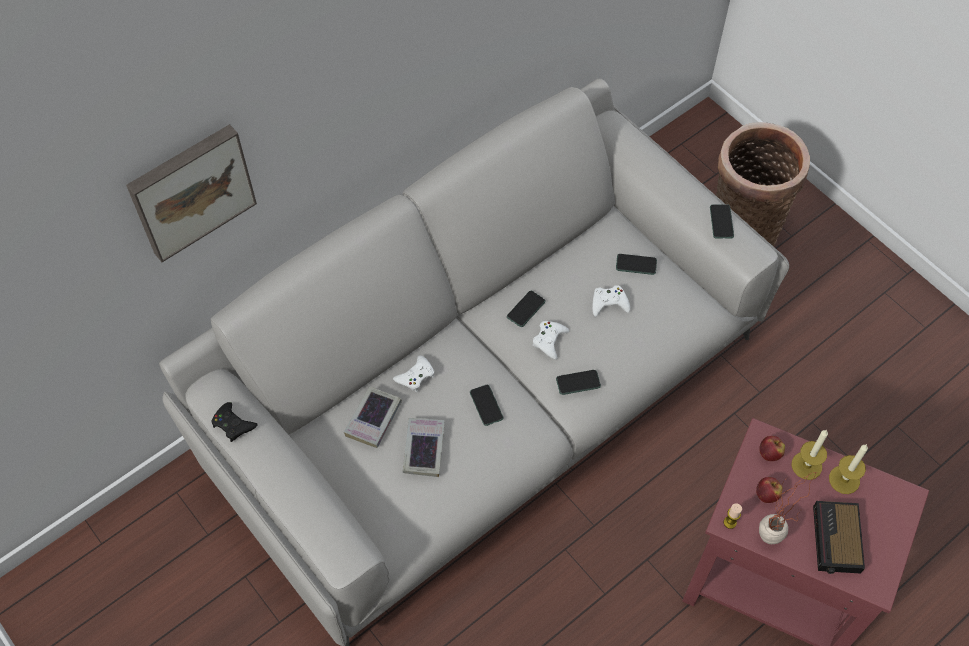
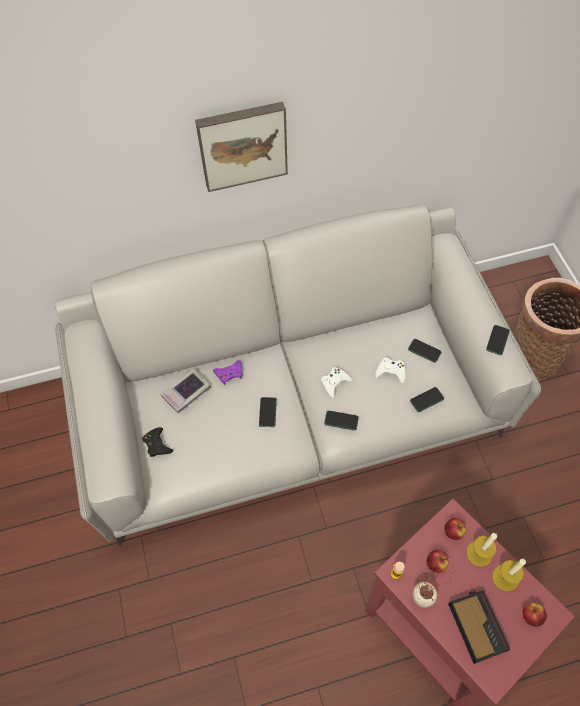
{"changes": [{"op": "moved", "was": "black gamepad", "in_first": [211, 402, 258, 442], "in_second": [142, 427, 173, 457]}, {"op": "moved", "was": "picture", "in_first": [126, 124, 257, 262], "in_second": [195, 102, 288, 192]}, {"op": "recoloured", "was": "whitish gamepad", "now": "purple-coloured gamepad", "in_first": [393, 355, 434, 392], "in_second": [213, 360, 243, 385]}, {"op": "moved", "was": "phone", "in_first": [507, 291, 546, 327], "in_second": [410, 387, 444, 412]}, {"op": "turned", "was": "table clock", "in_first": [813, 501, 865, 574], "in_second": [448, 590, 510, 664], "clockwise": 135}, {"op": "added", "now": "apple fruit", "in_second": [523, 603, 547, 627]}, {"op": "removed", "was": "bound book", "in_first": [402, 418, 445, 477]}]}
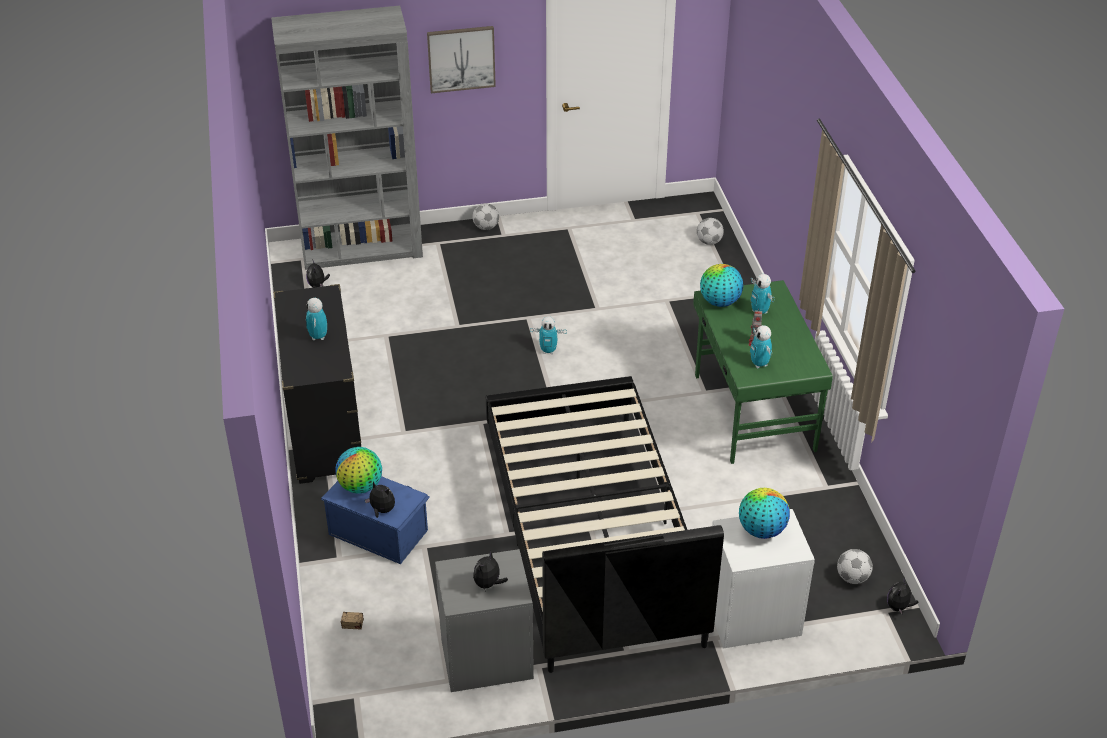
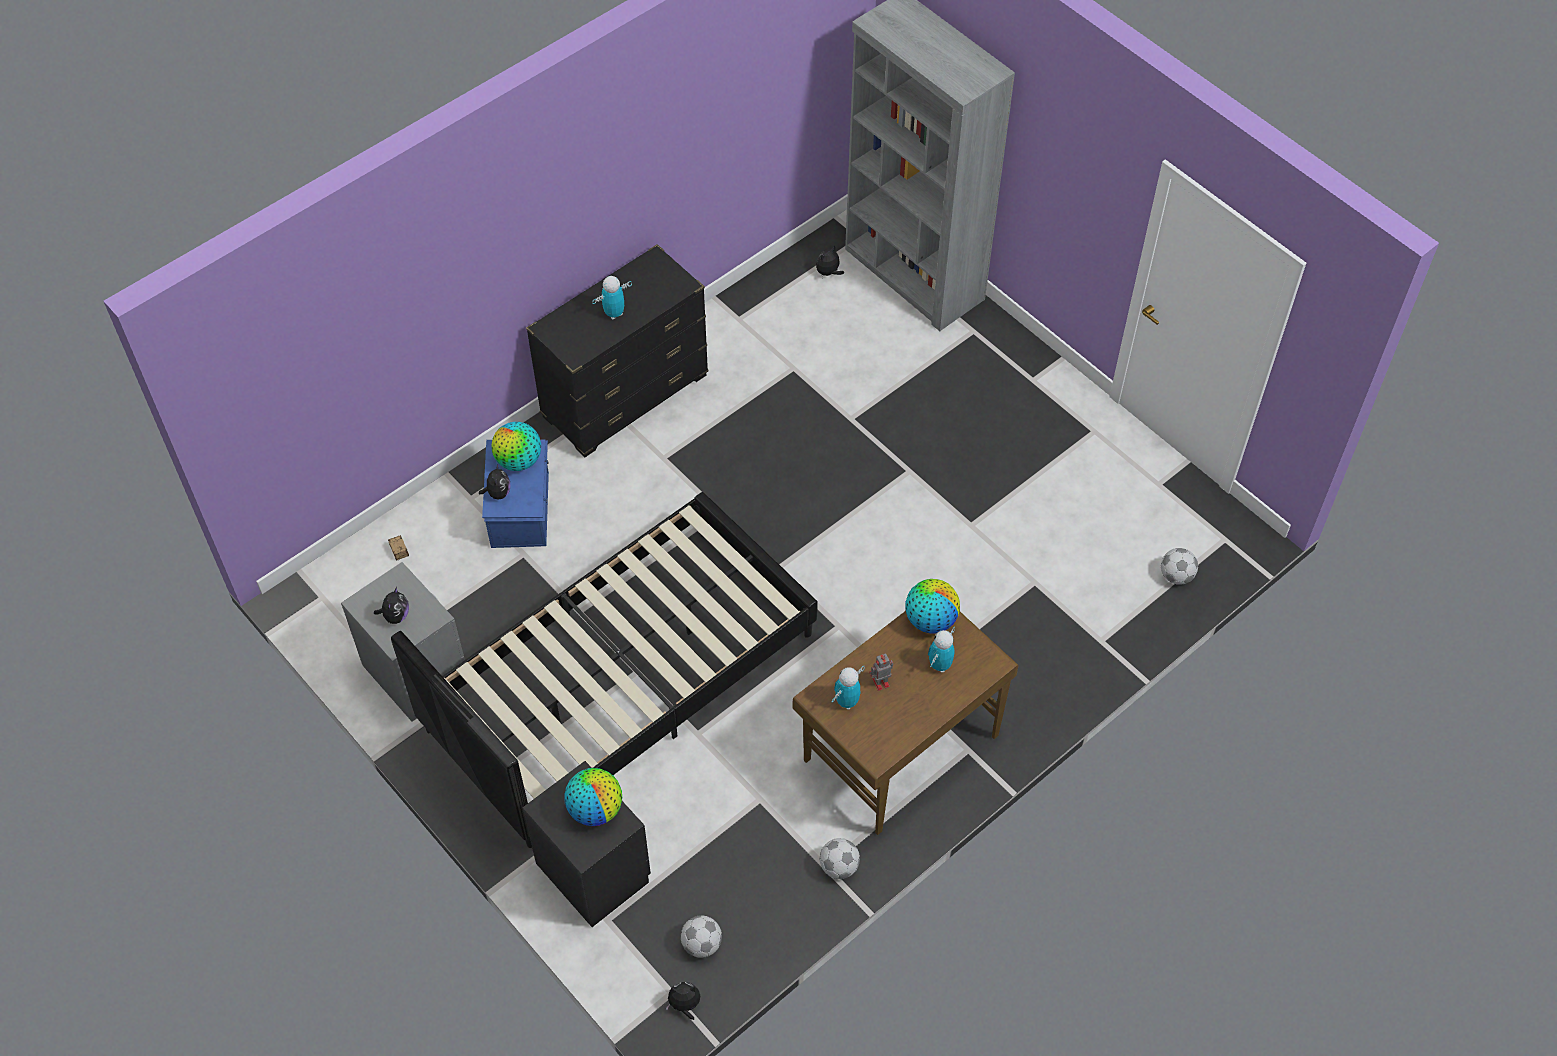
{"changes": [{"op": "turned", "was": "soft toy", "in_first": [473, 552, 508, 592], "in_second": [374, 587, 409, 624], "clockwise": 105}, {"op": "recoloured", "was": "whitish night table", "now": "black night table", "in_first": [712, 509, 815, 648], "in_second": [522, 761, 651, 927]}, {"op": "recoloured", "was": "green-coloured desk", "now": "brown-coloured desk", "in_first": [693, 280, 833, 464], "in_second": [793, 611, 1019, 835]}, {"op": "moved", "was": "ball for football", "in_first": [472, 203, 499, 230], "in_second": [820, 838, 860, 879]}, {"op": "removed", "was": "picture", "in_first": [427, 26, 496, 93]}, {"op": "removed", "was": "model robot", "in_first": [530, 316, 567, 354]}]}
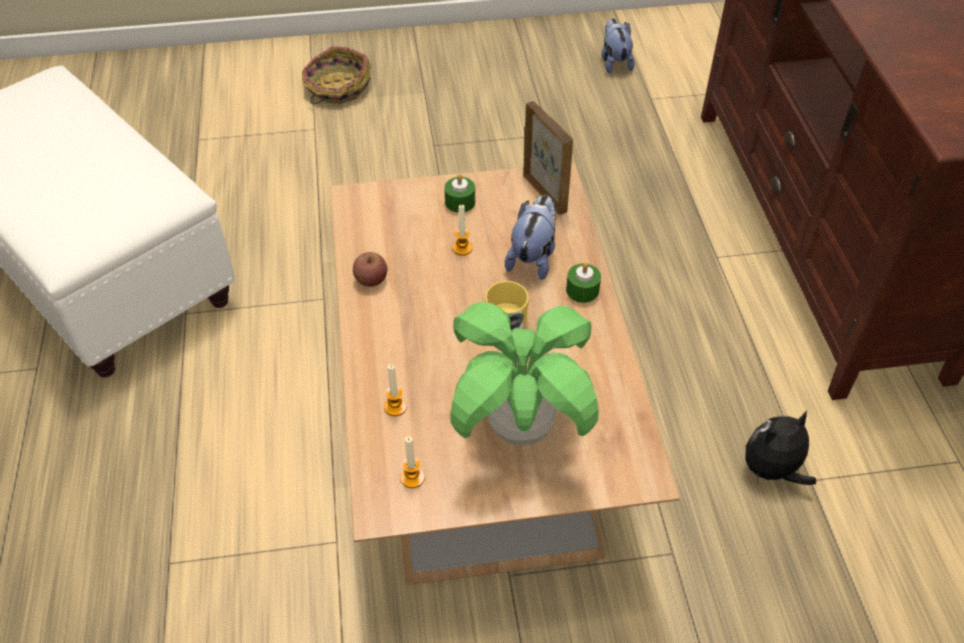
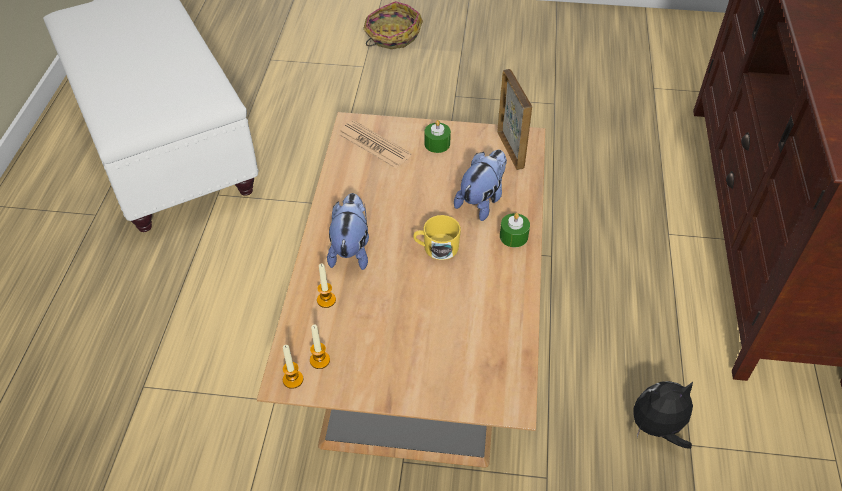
{"changes": [{"op": "moved", "was": "wax candle", "in_first": [453, 204, 473, 255], "in_second": [283, 345, 303, 389]}, {"op": "moved", "was": "soft toy", "in_first": [602, 18, 635, 74], "in_second": [327, 193, 369, 270]}, {"op": "added", "now": "daily paper", "in_second": [338, 120, 412, 168]}, {"op": "removed", "was": "apple fruit", "in_first": [353, 252, 387, 287]}, {"op": "removed", "was": "potted plant", "in_first": [450, 302, 599, 446]}]}
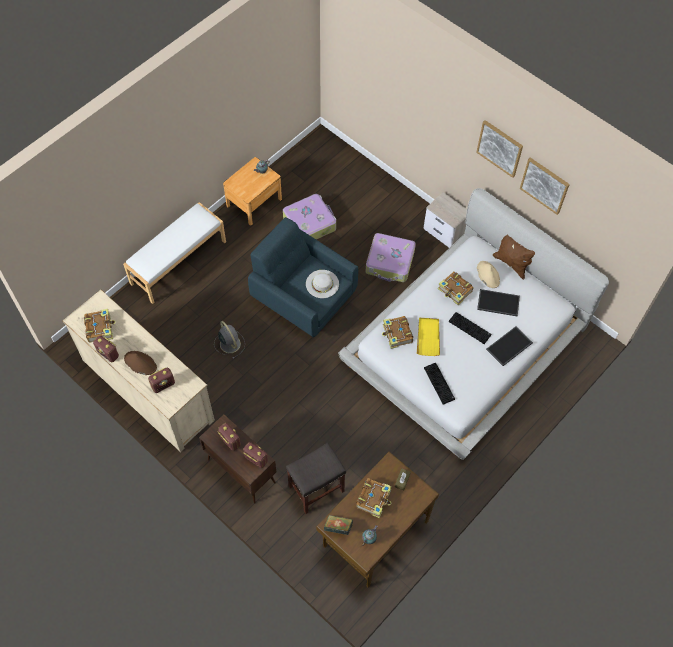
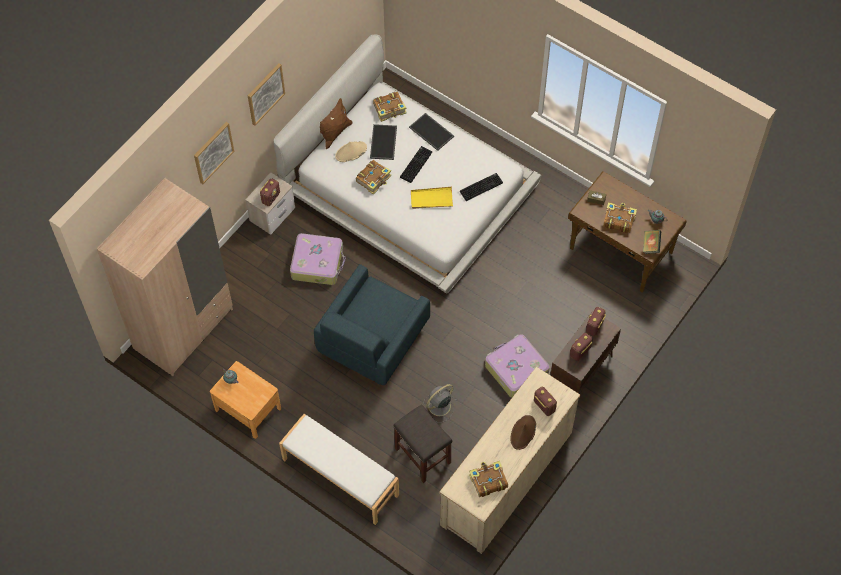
{"changes": [{"op": "added", "now": "beige-coloured armoire", "in_second": [97, 178, 233, 377]}, {"op": "moved", "was": "picture", "in_first": [520, 157, 570, 215], "in_second": [194, 122, 234, 184]}, {"op": "moved", "was": "radio receiver", "in_first": [93, 336, 119, 362], "in_second": [260, 179, 280, 206]}, {"op": "moved", "was": "bound book", "in_first": [382, 316, 413, 349], "in_second": [373, 92, 407, 122]}, {"op": "moved", "was": "grey sitting stool", "in_first": [286, 443, 346, 514], "in_second": [394, 404, 452, 483]}, {"op": "moved", "was": "travel case", "in_first": [283, 194, 336, 239], "in_second": [485, 335, 550, 398]}, {"op": "removed", "was": "whitish hat", "in_first": [306, 270, 339, 298]}]}
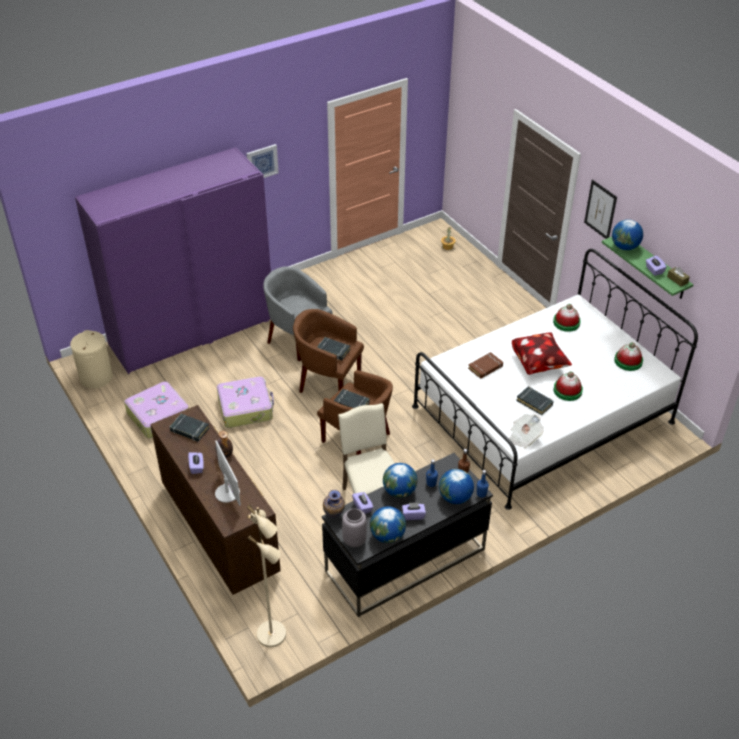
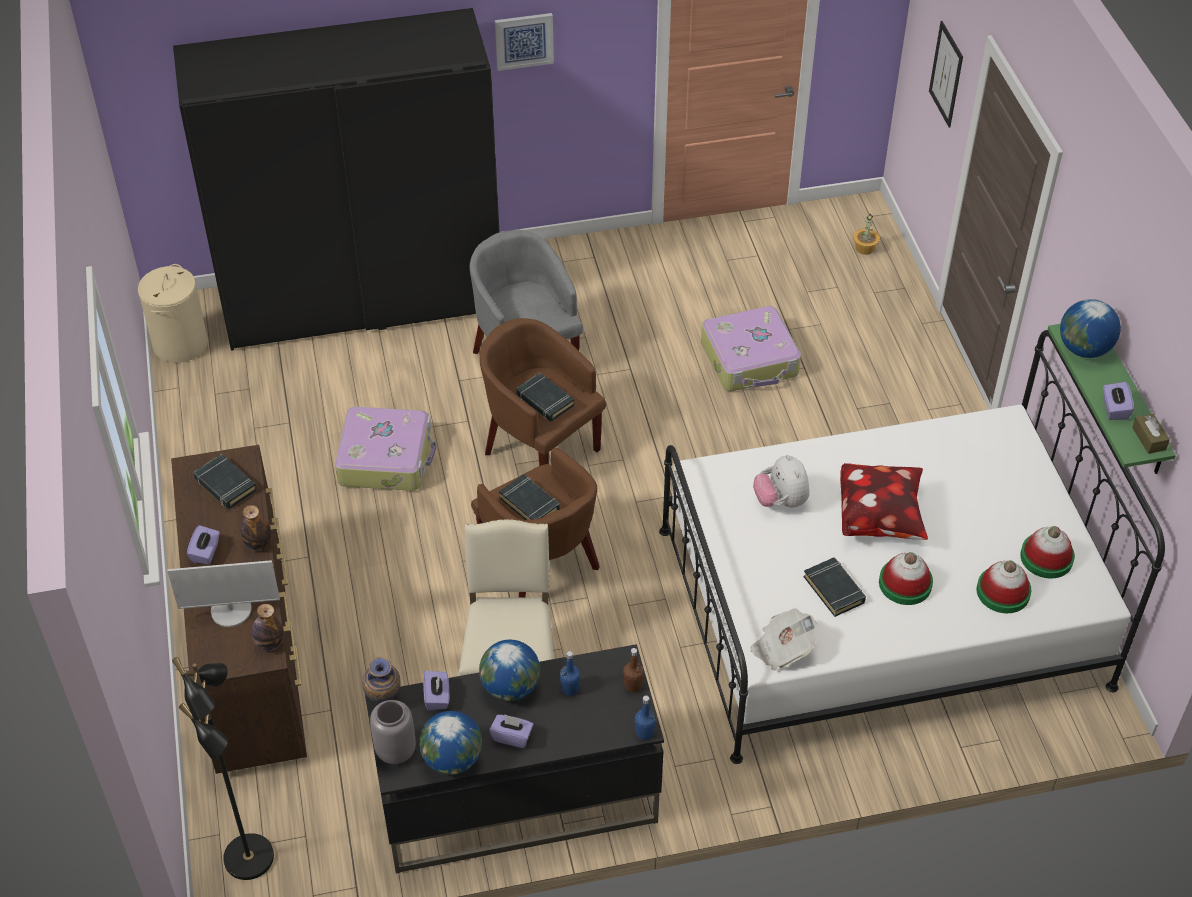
{"changes": [{"op": "turned", "was": "computer display", "in_first": [215, 440, 241, 506], "in_second": [167, 560, 280, 627], "clockwise": 90}, {"op": "recoloured", "was": "beige-coloured standard lamp", "now": "black standard lamp", "in_first": [247, 505, 286, 647], "in_second": [172, 657, 274, 880]}, {"op": "recoloured", "was": "purple-coloured armoire", "now": "black armoire", "in_first": [75, 147, 271, 374], "in_second": [173, 8, 499, 351]}, {"op": "added", "now": "bottle", "in_second": [252, 604, 283, 651]}, {"op": "moved", "was": "travel case", "in_first": [124, 381, 189, 438], "in_second": [701, 306, 801, 391]}, {"op": "replaced", "was": "brown-coloured bound book", "now": "soft toy", "in_first": [468, 352, 503, 379], "in_second": [753, 455, 810, 507]}, {"op": "moved", "was": "picture", "in_first": [584, 179, 617, 239], "in_second": [929, 21, 963, 128]}, {"op": "moved", "was": "hat", "in_first": [553, 304, 581, 332], "in_second": [977, 561, 1031, 613]}, {"op": "removed", "was": "globe", "in_first": [439, 469, 474, 504]}]}
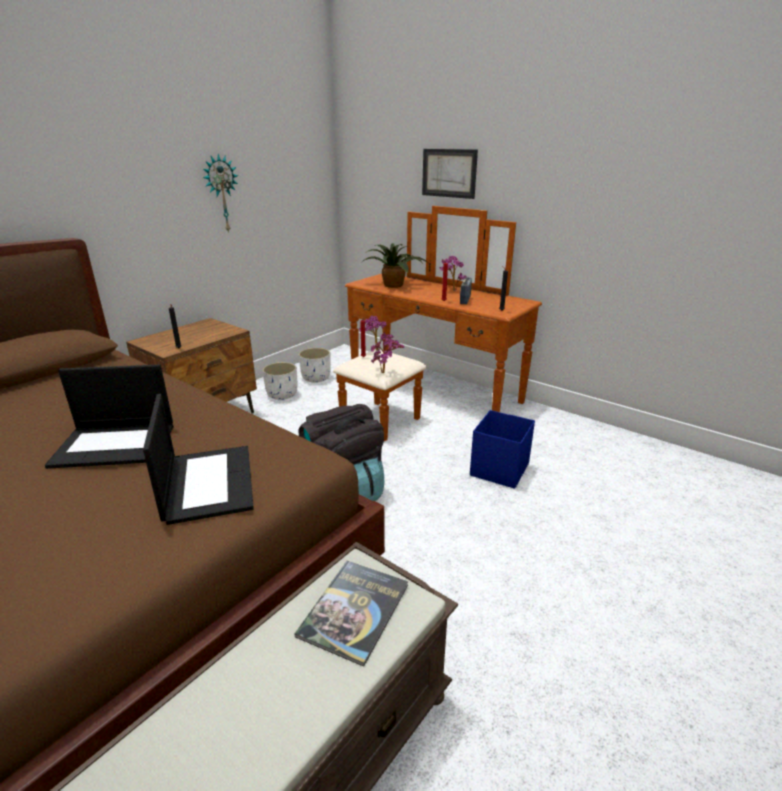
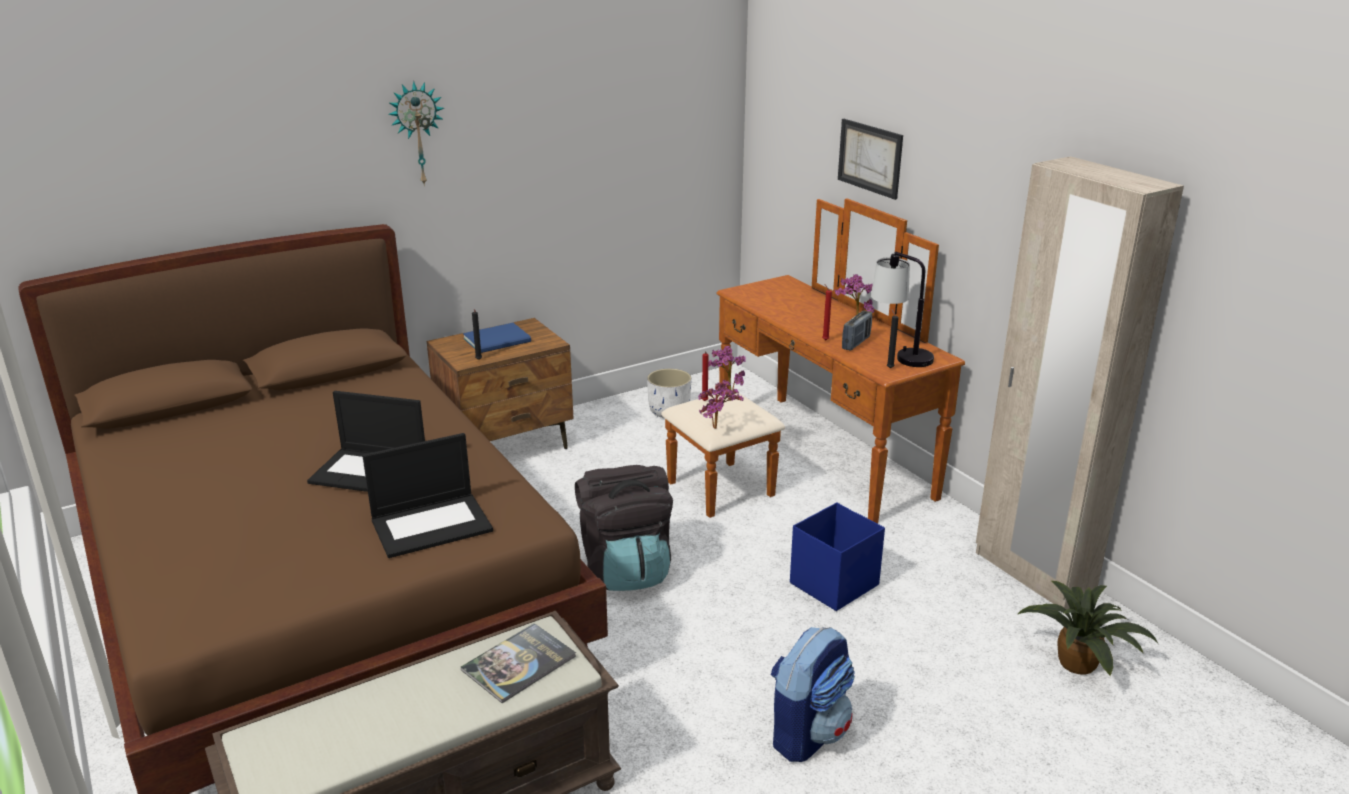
{"changes": [{"op": "turned", "was": "laptop", "in_first": [143, 394, 254, 525], "in_second": [363, 433, 493, 558], "clockwise": 60}, {"op": "moved", "was": "wall clock", "in_first": [203, 154, 238, 233], "in_second": [388, 81, 444, 186]}, {"op": "added", "now": "blue bound book", "in_second": [463, 323, 531, 353]}, {"op": "added", "now": "rucksack", "in_second": [770, 627, 855, 762]}, {"op": "added", "now": "lamp for a table", "in_second": [871, 251, 934, 367]}, {"op": "added", "now": "beige-coloured armoire", "in_second": [976, 156, 1184, 610]}, {"op": "moved", "was": "potted plant", "in_first": [361, 243, 430, 288], "in_second": [1018, 581, 1159, 676]}, {"op": "removed", "was": "whitish planter", "in_first": [262, 362, 297, 400]}]}
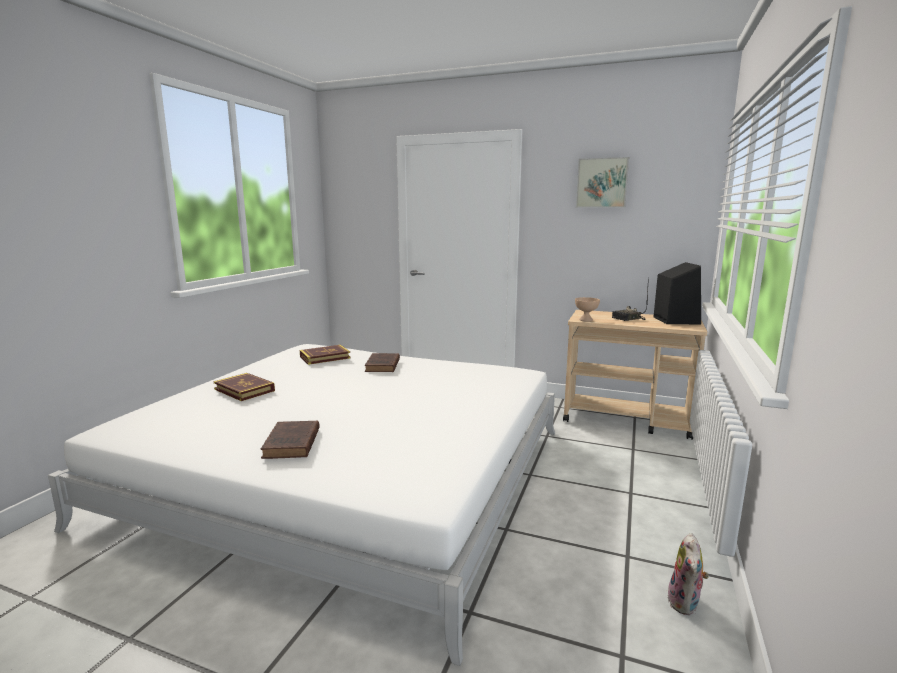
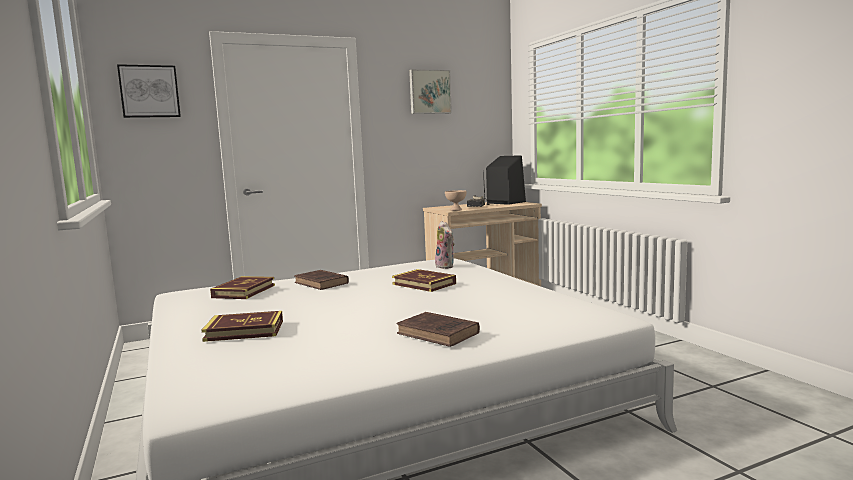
{"changes": [{"op": "added", "now": "picture", "in_second": [117, 64, 181, 118]}, {"op": "added", "now": "bound book", "in_second": [392, 269, 456, 292]}, {"op": "moved", "was": "soft toy", "in_first": [667, 533, 709, 615], "in_second": [434, 221, 455, 269]}]}
